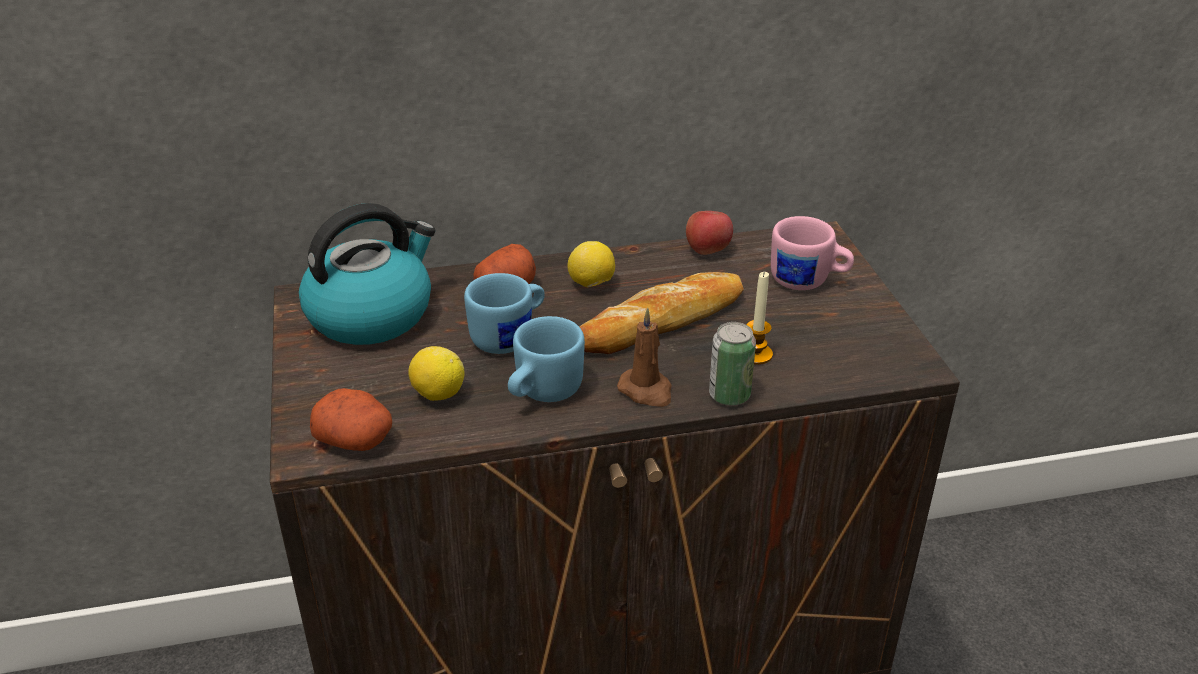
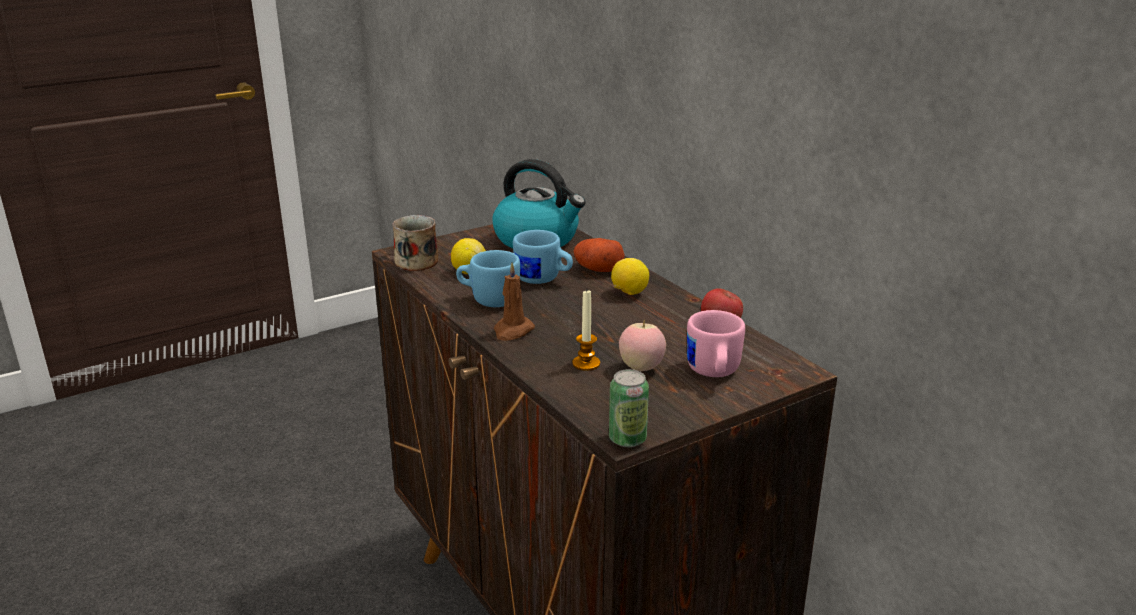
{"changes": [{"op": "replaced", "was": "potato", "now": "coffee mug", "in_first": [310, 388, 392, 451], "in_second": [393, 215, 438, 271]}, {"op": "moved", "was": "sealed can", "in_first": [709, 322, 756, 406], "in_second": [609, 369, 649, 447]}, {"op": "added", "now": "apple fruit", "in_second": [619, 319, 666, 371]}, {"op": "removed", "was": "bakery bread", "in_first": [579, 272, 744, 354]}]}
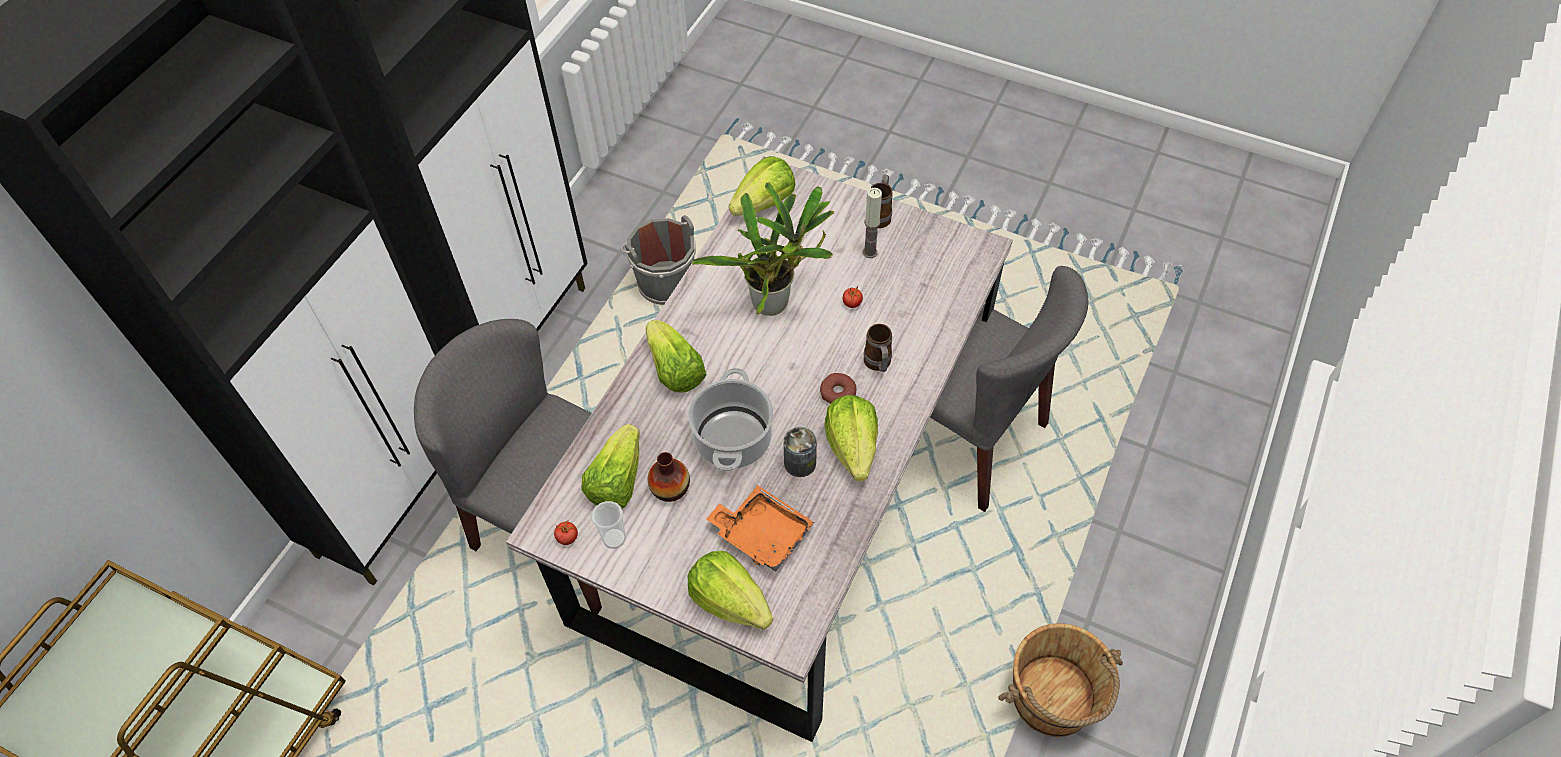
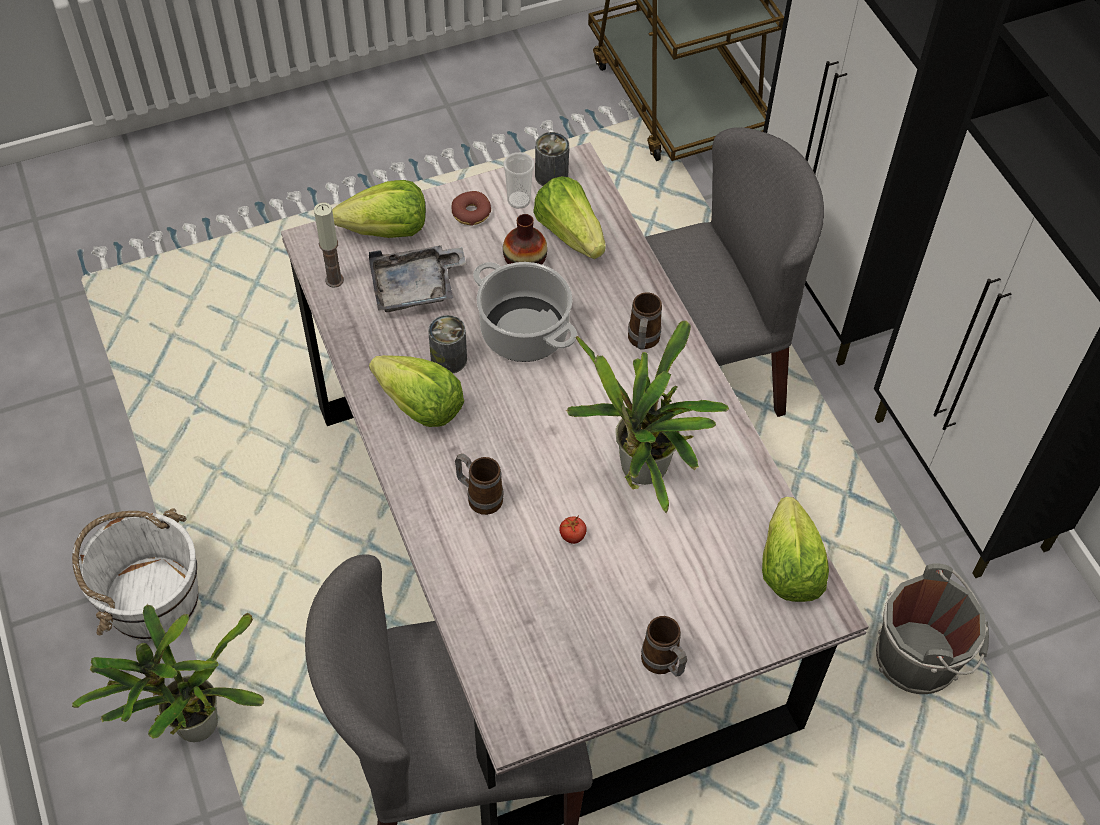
{"changes": [{"op": "recoloured", "was": "brown-coloured water bucket", "now": "whitish water bucket", "in_first": [998, 623, 1123, 737], "in_second": [72, 508, 198, 641]}, {"op": "added", "now": "potted plant", "in_second": [72, 604, 264, 742]}, {"op": "moved", "was": "wax candle", "in_first": [863, 188, 882, 258], "in_second": [314, 202, 344, 288]}, {"op": "recoloured", "was": "orangey carrying tray", "now": "grey carrying tray", "in_first": [706, 485, 814, 572], "in_second": [369, 245, 466, 312]}, {"op": "moved", "was": "ring doughnut", "in_first": [820, 373, 856, 404], "in_second": [451, 191, 491, 226]}, {"op": "replaced", "was": "tomato", "now": "sealed can", "in_first": [554, 520, 578, 545], "in_second": [535, 132, 569, 186]}, {"op": "replaced", "was": "lettuce", "now": "coffee mug", "in_first": [645, 320, 707, 392], "in_second": [628, 292, 662, 350]}]}
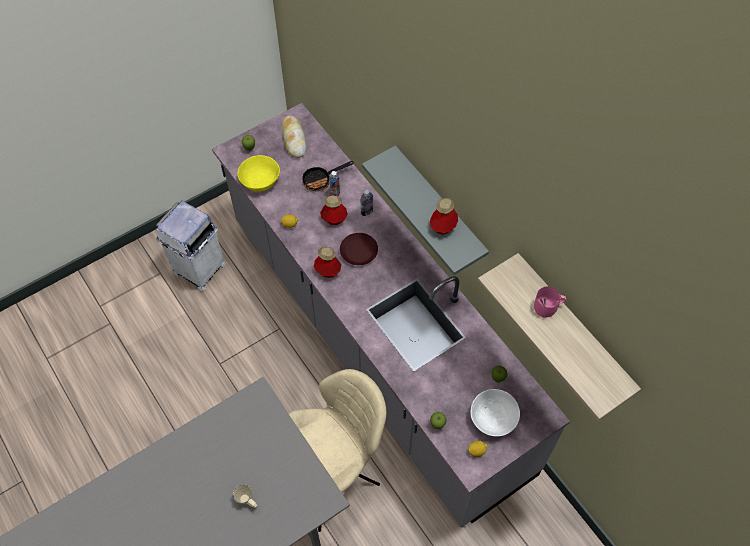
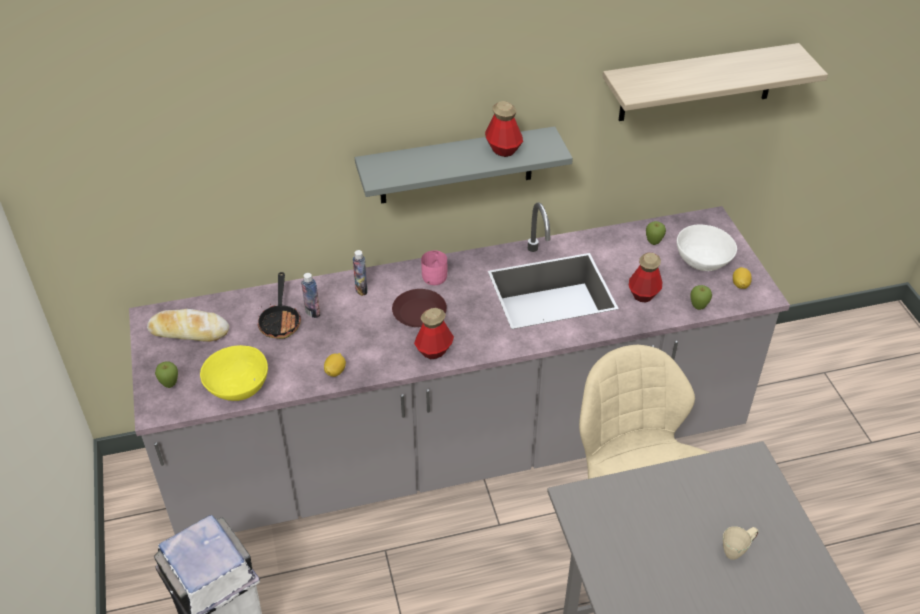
{"changes": [{"op": "moved", "was": "pink coffee mug", "in_first": [534, 286, 566, 317], "in_second": [421, 250, 447, 285]}, {"op": "moved", "was": "bottle", "in_first": [320, 195, 348, 225], "in_second": [629, 253, 663, 302]}]}
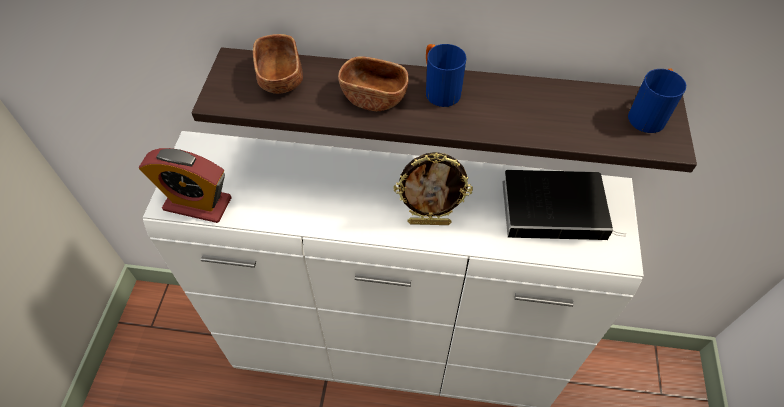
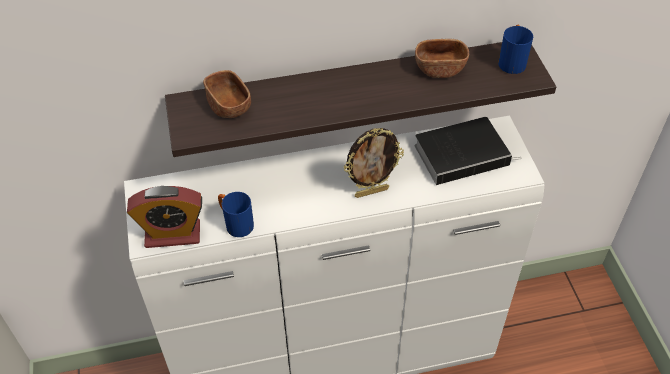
{"changes": [{"op": "moved", "was": "blue coffee mug", "in_first": [426, 44, 466, 107], "in_second": [218, 192, 254, 237]}, {"op": "moved", "was": "brown-coloured serving bowl", "in_first": [338, 56, 409, 111], "in_second": [415, 39, 469, 78]}]}
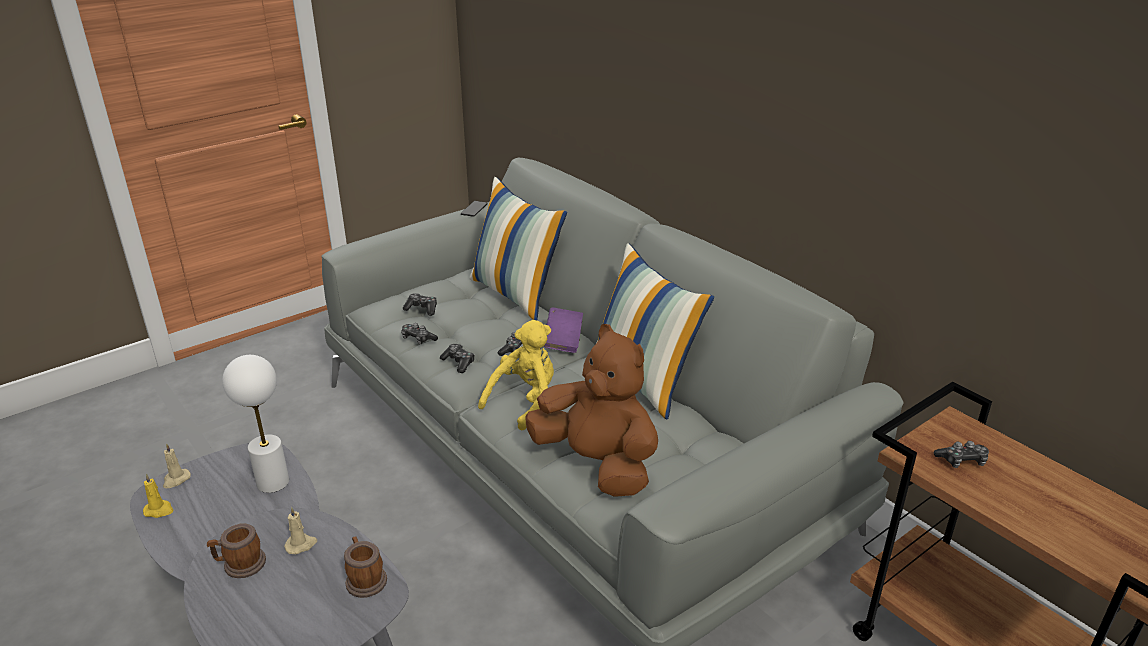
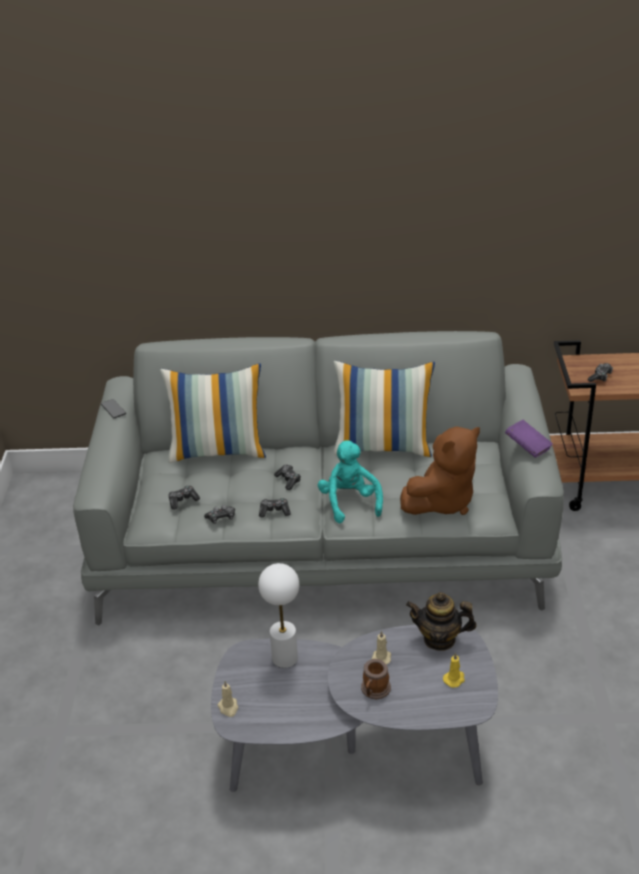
{"changes": [{"op": "recoloured", "was": "yellow soft toy", "now": "turquoise soft toy", "in_first": [478, 320, 554, 430], "in_second": [318, 440, 383, 523]}, {"op": "turned", "was": "brown-coloured soft toy", "in_first": [526, 324, 658, 497], "in_second": [400, 426, 480, 515], "clockwise": 150}, {"op": "replaced", "was": "coffee mug", "now": "teapot", "in_first": [344, 536, 387, 598], "in_second": [406, 592, 477, 651]}, {"op": "moved", "was": "yellow wax candle", "in_first": [143, 474, 174, 518], "in_second": [443, 652, 465, 688]}, {"op": "moved", "was": "purple-coloured bound book", "in_first": [544, 308, 583, 353], "in_second": [505, 420, 553, 458]}]}
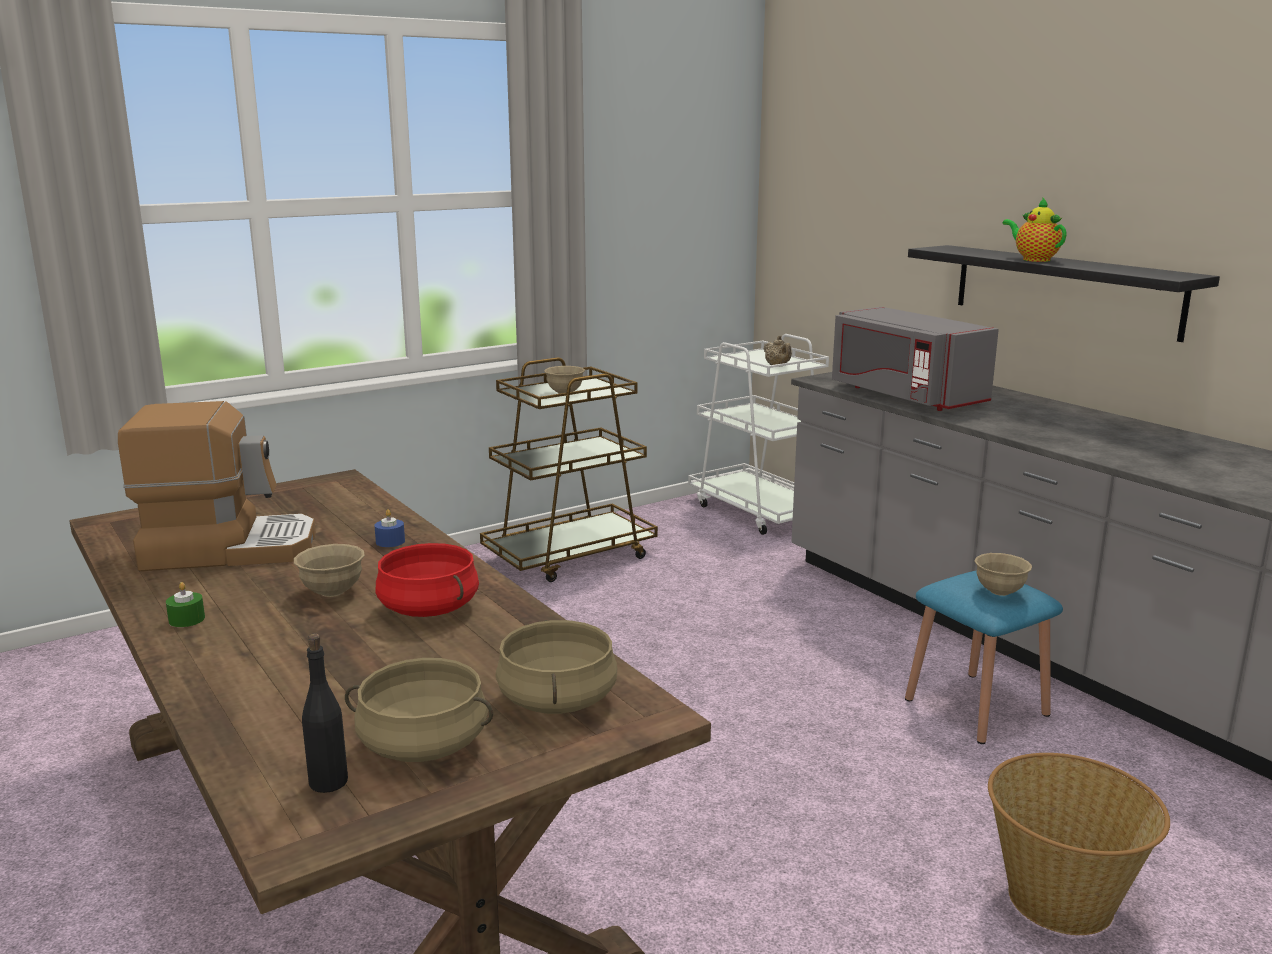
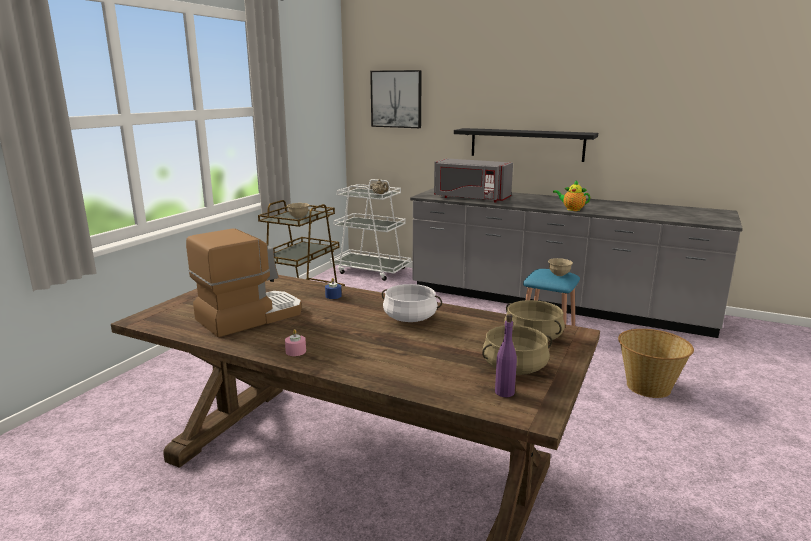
{"changes": [{"op": "recoloured", "was": "green-coloured wax candle", "now": "pink wax candle", "in_first": [166, 582, 205, 627], "in_second": [285, 329, 306, 356]}, {"op": "added", "now": "picture", "in_second": [370, 70, 422, 128]}, {"op": "recoloured", "was": "reddish stockpot", "now": "whitish stockpot", "in_first": [375, 543, 479, 617], "in_second": [382, 284, 442, 322]}, {"op": "recoloured", "was": "black bottle", "now": "purple-coloured bottle", "in_first": [302, 634, 348, 793], "in_second": [495, 314, 517, 397]}, {"op": "moved", "was": "teapot", "in_first": [1002, 198, 1067, 262], "in_second": [553, 180, 590, 211]}, {"op": "removed", "was": "beige-coloured serving bowl", "in_first": [294, 544, 365, 597]}]}
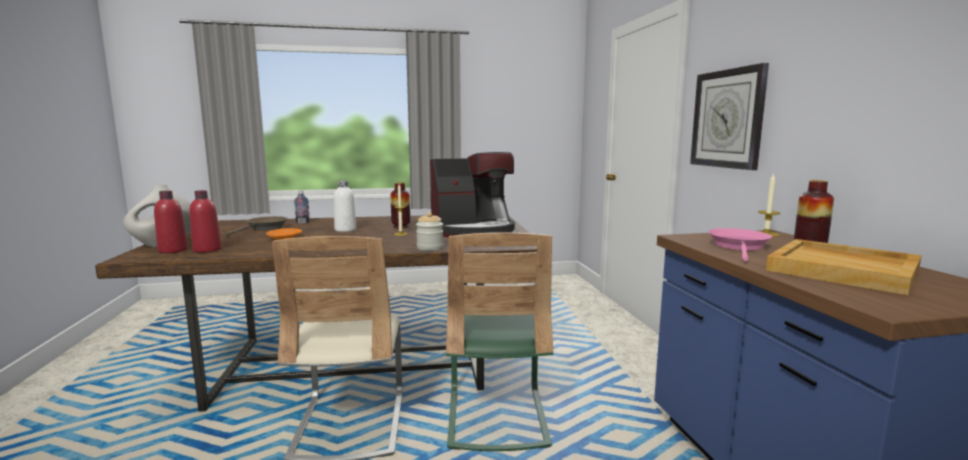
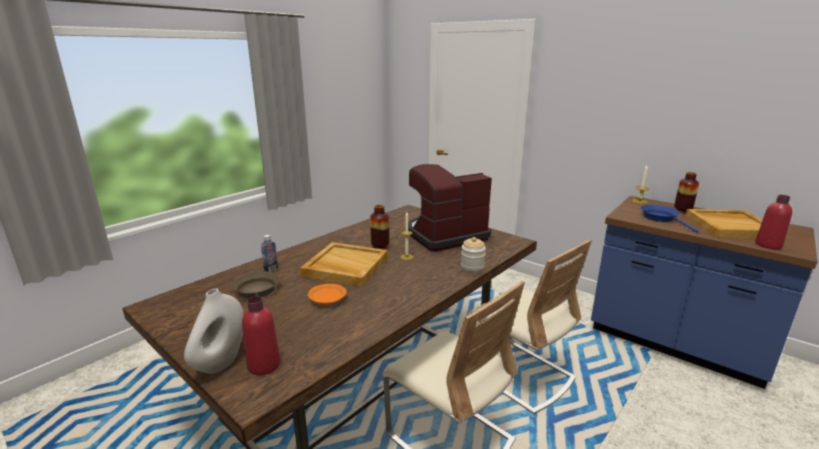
{"changes": [{"op": "replaced", "was": "whitish bottle", "now": "beige-coloured carrying tray", "in_first": [334, 180, 356, 232], "in_second": [300, 242, 388, 287]}, {"op": "turned", "was": "coffee brewer", "in_first": [430, 152, 515, 238], "in_second": [408, 164, 492, 252], "clockwise": -150}, {"op": "recoloured", "was": "green-coloured upright chair", "now": "beige-coloured upright chair", "in_first": [446, 232, 553, 451], "in_second": [467, 239, 592, 414]}, {"op": "recoloured", "was": "pink skillet", "now": "blue skillet", "in_first": [708, 228, 772, 261], "in_second": [641, 205, 699, 233]}, {"op": "moved", "was": "reddish bottle", "in_first": [189, 190, 222, 253], "in_second": [755, 195, 792, 249]}, {"op": "removed", "was": "wall clock", "in_first": [690, 63, 769, 170]}]}
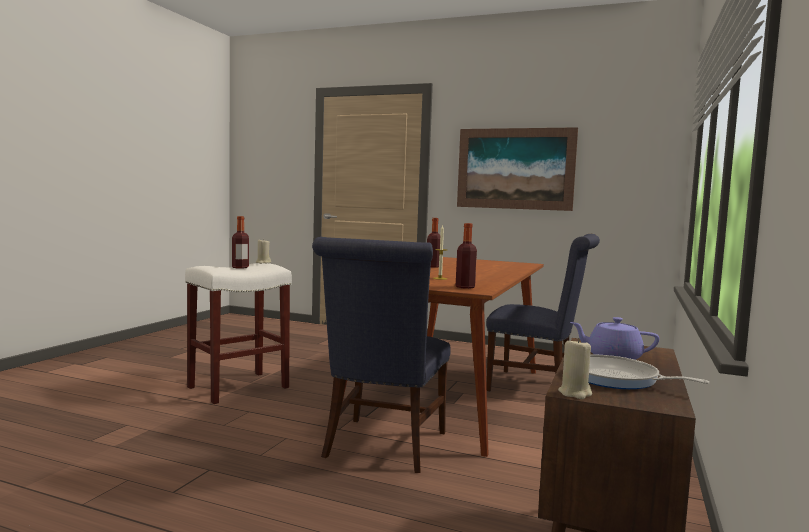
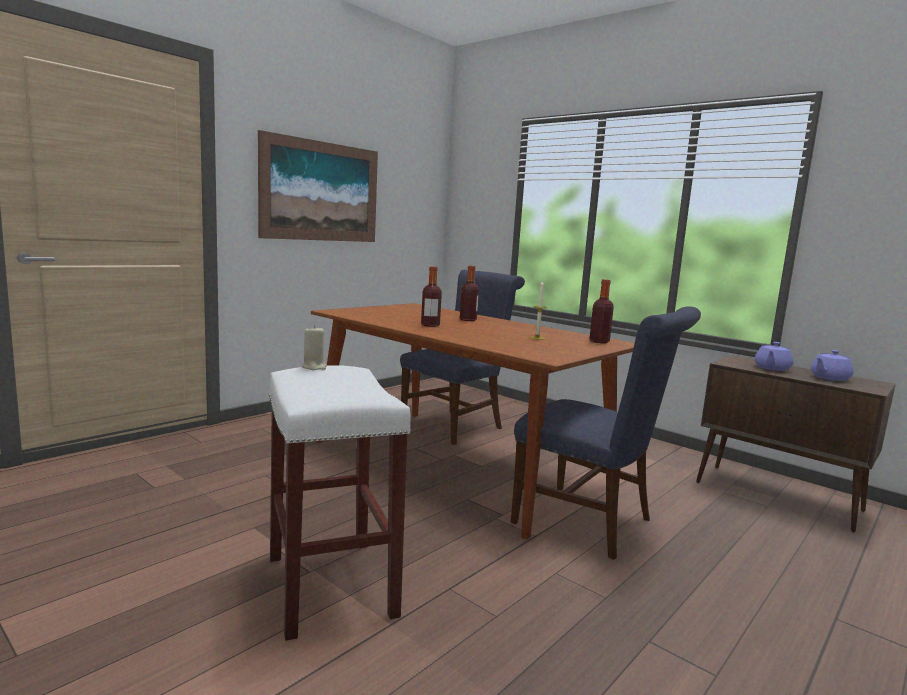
{"changes": [{"op": "moved", "was": "bottle", "in_first": [232, 216, 249, 269], "in_second": [460, 266, 479, 321]}, {"op": "replaced", "was": "skillet", "now": "purple-coloured teapot", "in_first": [588, 354, 710, 389], "in_second": [811, 350, 854, 381]}, {"op": "removed", "was": "beige-coloured wax candle", "in_first": [558, 338, 592, 399]}]}
